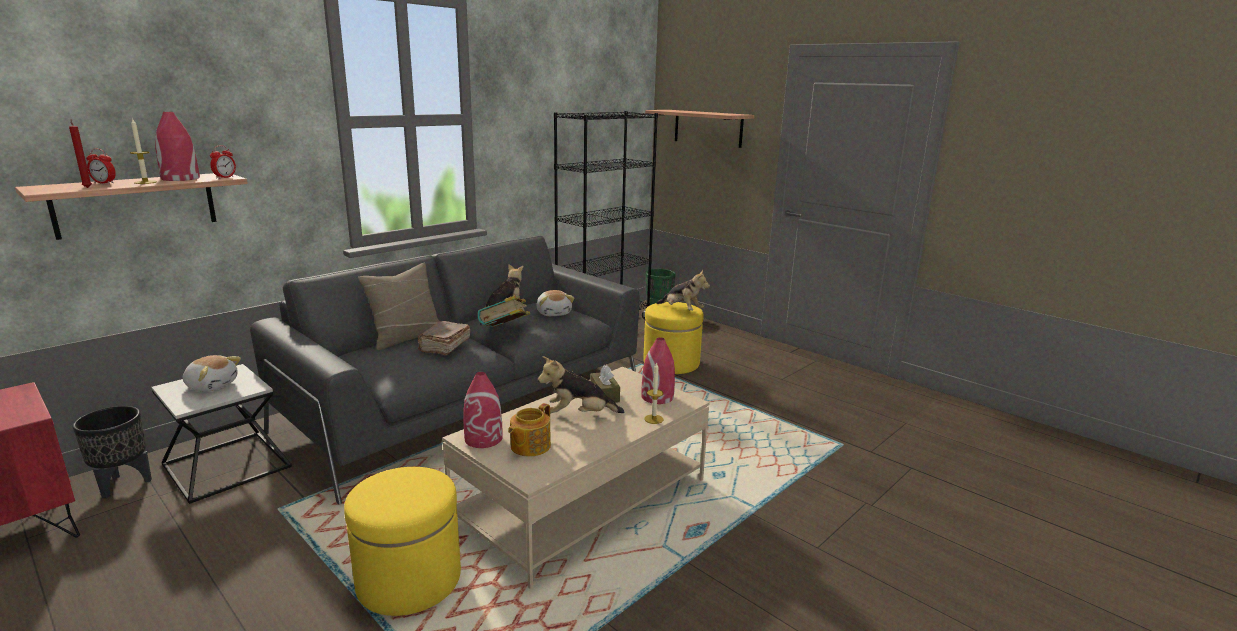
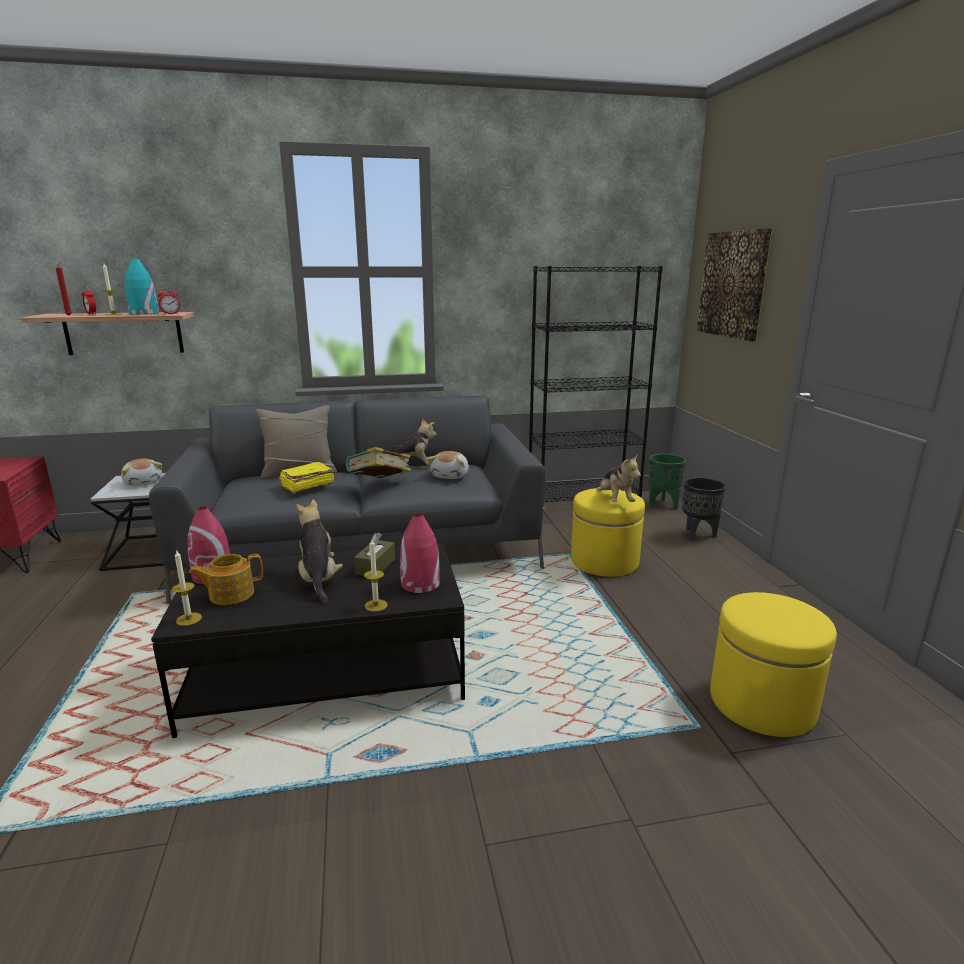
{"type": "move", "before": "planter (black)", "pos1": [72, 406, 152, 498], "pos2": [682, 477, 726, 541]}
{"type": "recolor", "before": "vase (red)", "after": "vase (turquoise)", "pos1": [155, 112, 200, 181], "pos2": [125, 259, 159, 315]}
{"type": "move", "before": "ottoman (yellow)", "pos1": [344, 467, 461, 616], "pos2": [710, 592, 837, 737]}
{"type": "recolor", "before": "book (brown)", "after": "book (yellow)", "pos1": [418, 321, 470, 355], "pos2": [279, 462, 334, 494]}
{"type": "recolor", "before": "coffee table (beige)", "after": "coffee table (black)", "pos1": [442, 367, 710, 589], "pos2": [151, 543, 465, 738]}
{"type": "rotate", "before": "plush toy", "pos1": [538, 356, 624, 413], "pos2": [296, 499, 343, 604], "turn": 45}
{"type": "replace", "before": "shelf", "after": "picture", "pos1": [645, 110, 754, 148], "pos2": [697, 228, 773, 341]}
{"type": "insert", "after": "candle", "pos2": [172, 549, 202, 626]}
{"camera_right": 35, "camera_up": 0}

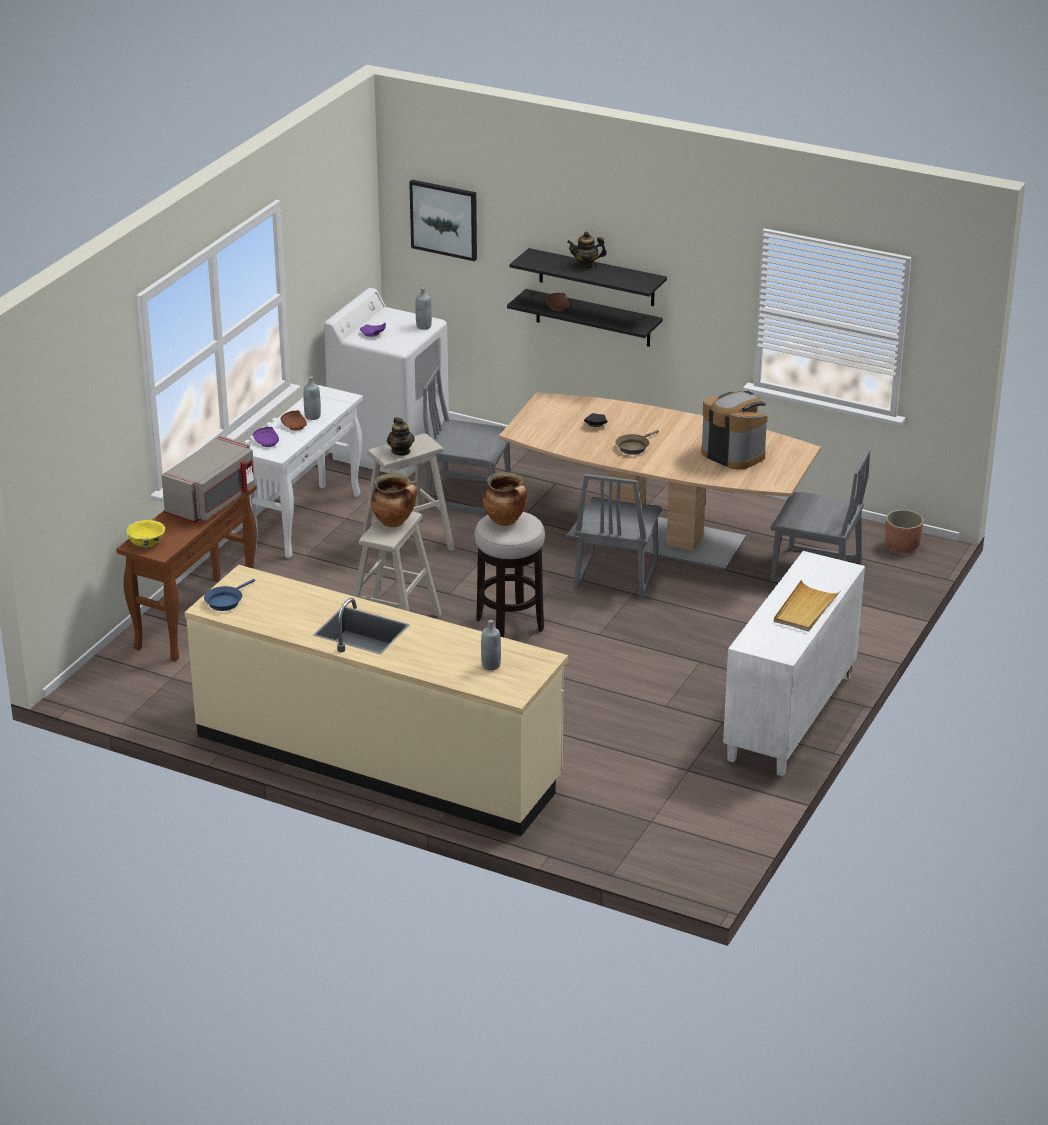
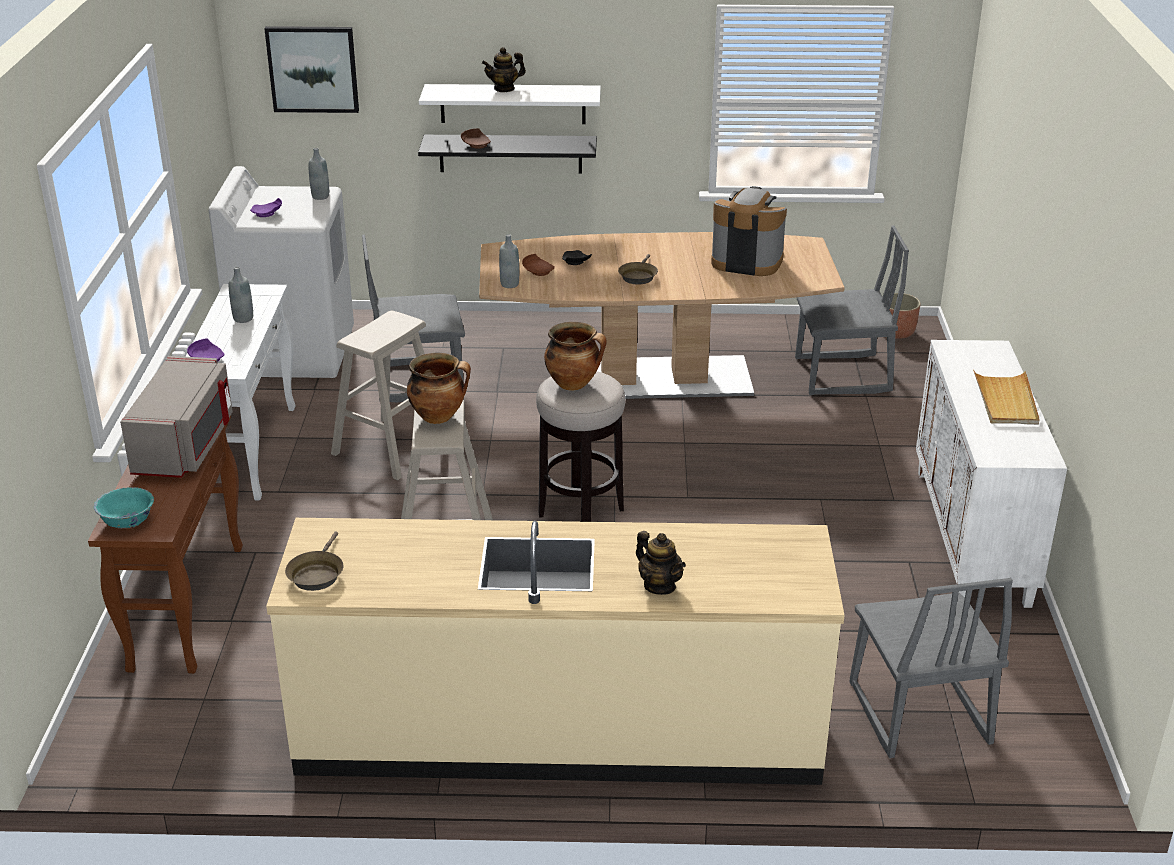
{"type": "recolor", "before": "bowl (yellow)", "after": "bowl (turquoise)", "pos1": [125, 520, 165, 548], "pos2": [94, 487, 154, 529]}
{"type": "recolor", "before": "frying pan (blue)", "after": "frying pan (brown)", "pos1": [204, 579, 255, 611], "pos2": [285, 531, 343, 591]}
{"type": "move", "before": "plate (brown)", "pos1": [280, 411, 307, 431], "pos2": [522, 254, 555, 276]}
{"type": "move", "before": "teapot", "pos1": [387, 417, 415, 456], "pos2": [636, 531, 686, 595]}
{"type": "move", "before": "bottle (grey)", "pos1": [481, 620, 501, 670], "pos2": [499, 234, 519, 288]}
{"type": "recolor", "before": "shelf (black)", "after": "shelf (white)", "pos1": [510, 248, 667, 306], "pos2": [419, 84, 601, 124]}
{"type": "move", "before": "chair (grey)", "pos1": [574, 474, 662, 599], "pos2": [850, 578, 1013, 758]}
{"camera_right": -25, "camera_up": 0}

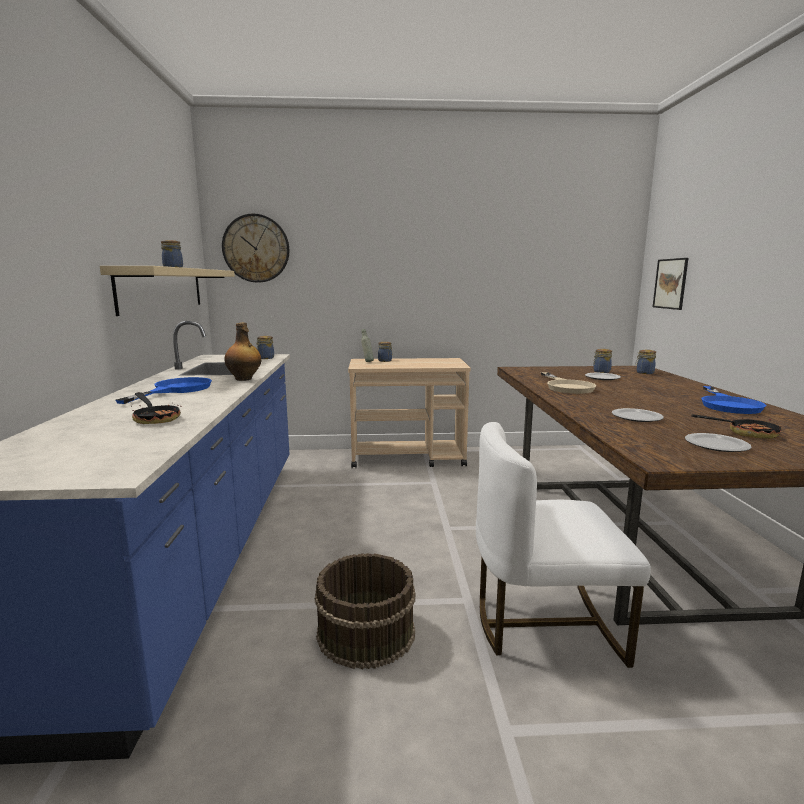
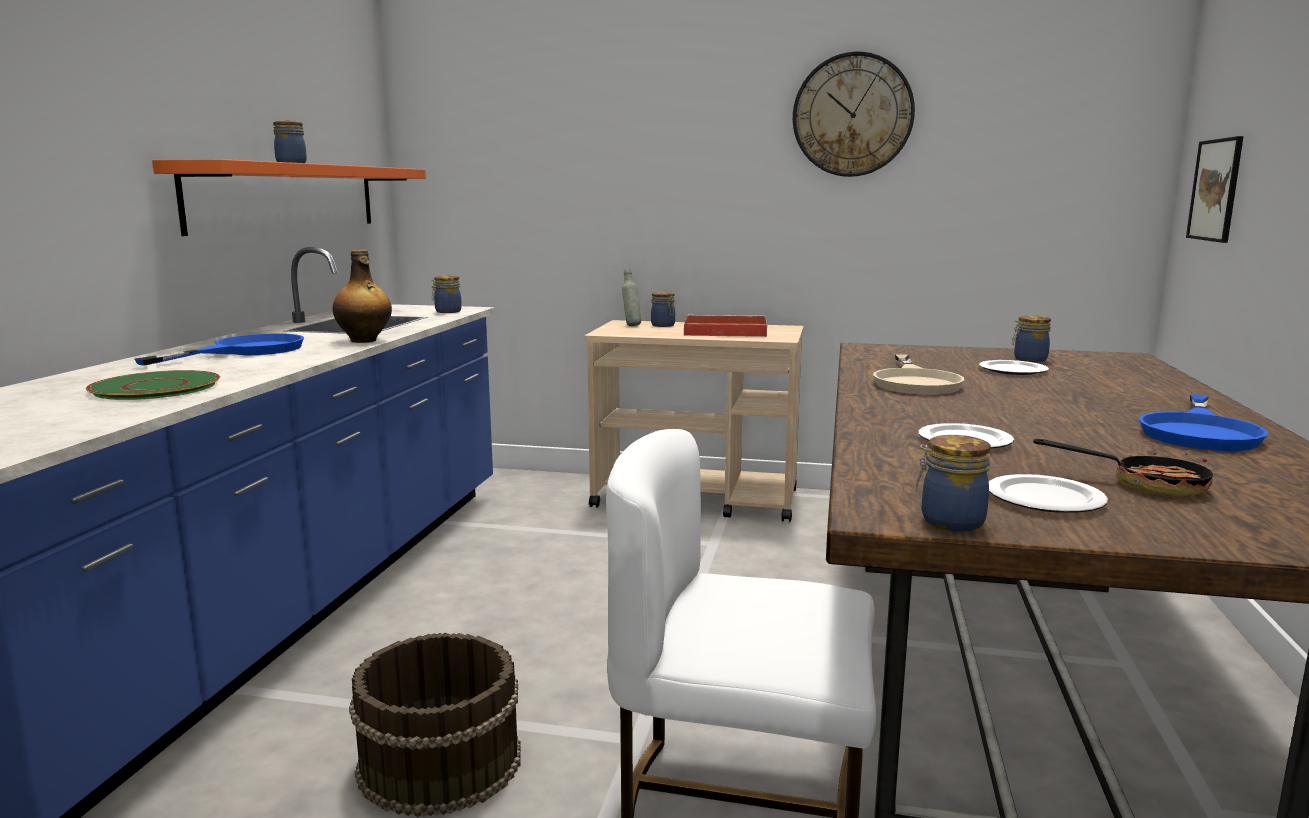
{"type": "recolor", "before": "shelf (beige)", "after": "shelf (orange)", "pos1": [100, 266, 235, 316], "pos2": [152, 159, 426, 236]}
{"type": "replace", "before": "frying pan", "after": "plate (green)", "pos1": [132, 392, 181, 424], "pos2": [86, 370, 220, 400]}
{"type": "move", "before": "wall clock", "pos1": [222, 214, 289, 283], "pos2": [793, 51, 915, 177]}
{"type": "move", "before": "jar", "pos1": [636, 350, 656, 374], "pos2": [916, 435, 991, 532]}
{"type": "insert", "after": "tray (red)", "pos2": [684, 315, 767, 337]}
{"camera_right": 15, "camera_up": 0}

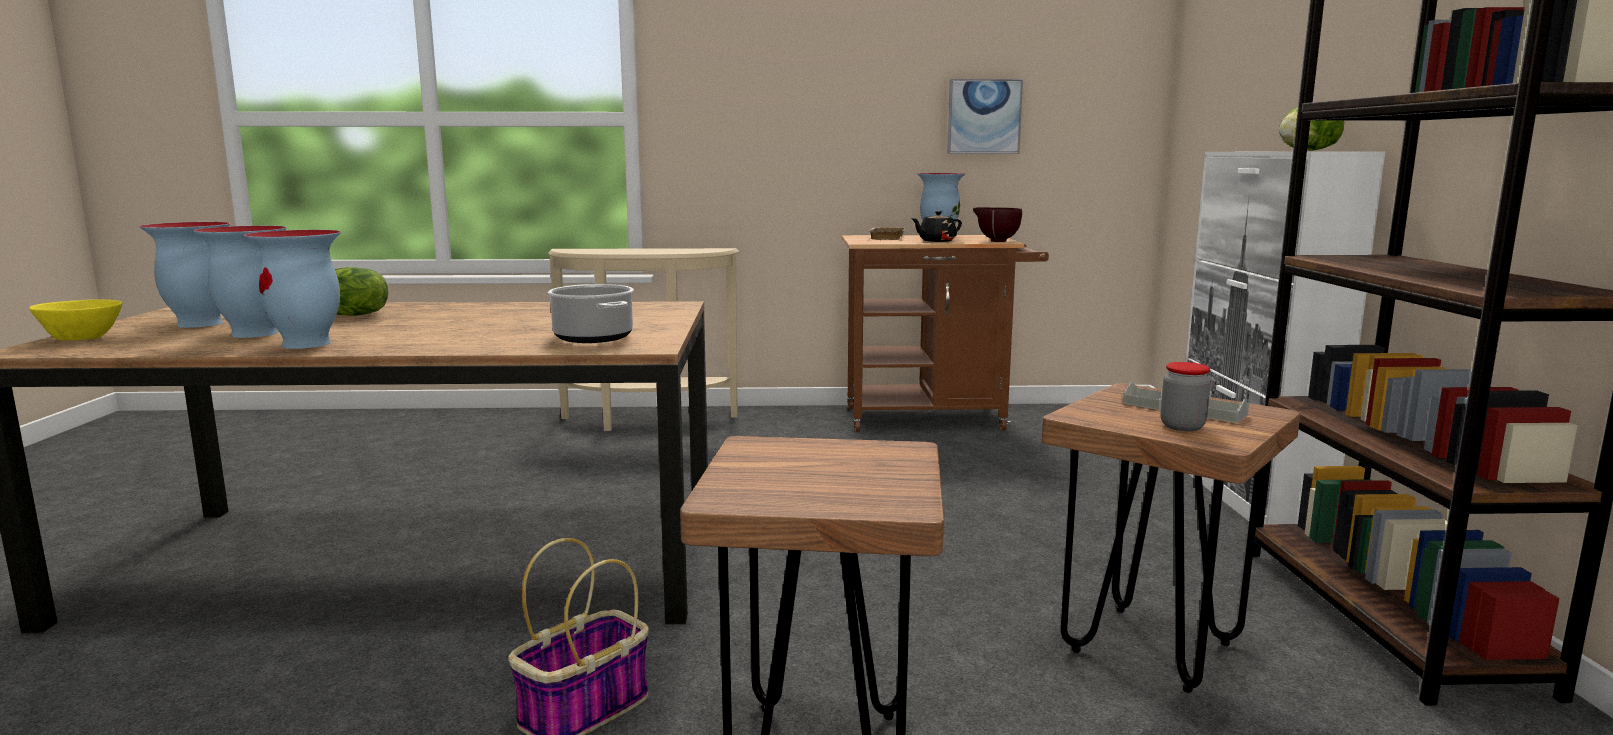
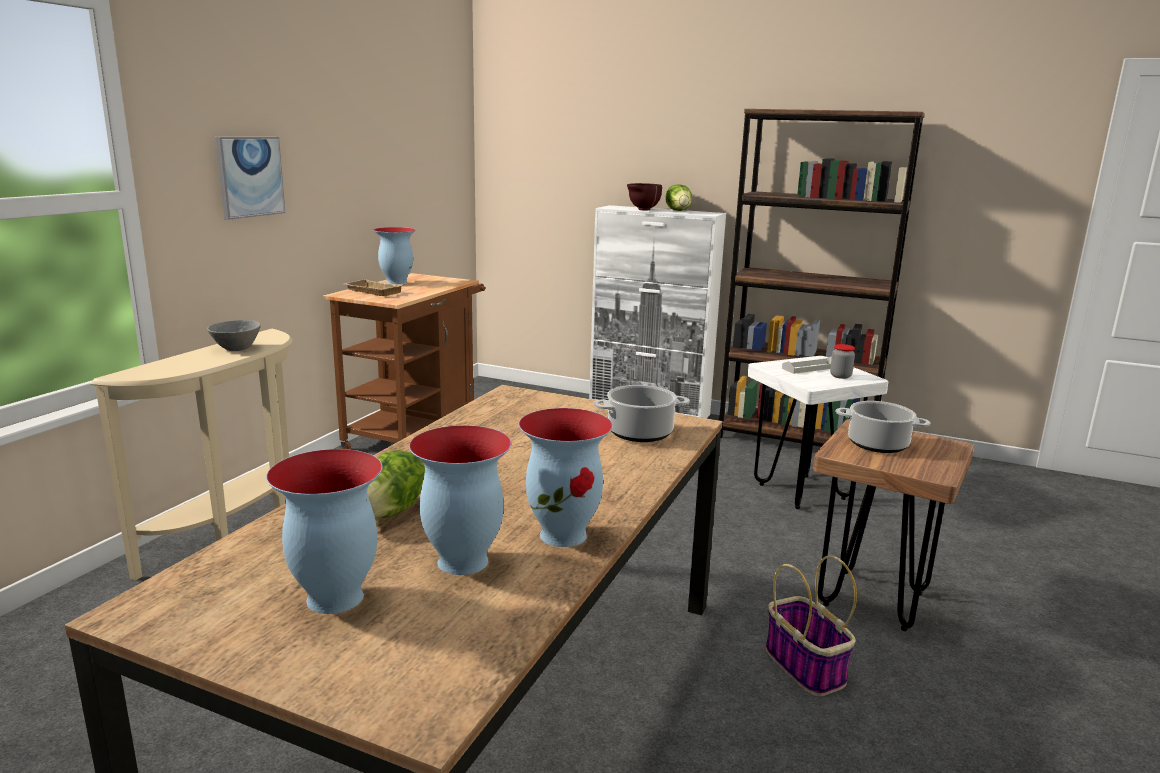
{"type": "delete", "before": "bowl (yellow)", "pos1": [29, 299, 122, 340]}
{"type": "delete", "before": "teapot (black)", "pos1": [911, 211, 962, 242]}
{"type": "move", "before": "picture", "pos1": [947, 79, 1023, 154], "pos2": [215, 137, 285, 220]}
{"type": "move", "before": "bowl (brown)", "pos1": [973, 207, 1022, 242], "pos2": [627, 183, 662, 210]}
{"type": "recolor", "before": "stool (brown)", "after": "stool (white)", "pos1": [1042, 383, 1300, 693], "pos2": [748, 356, 889, 509]}
{"type": "insert", "after": "bowl (grey)", "pos2": [207, 320, 261, 351]}
{"type": "insert", "after": "cooking pot", "pos2": [836, 401, 930, 453]}
{"camera_right": -65, "camera_up": 5}

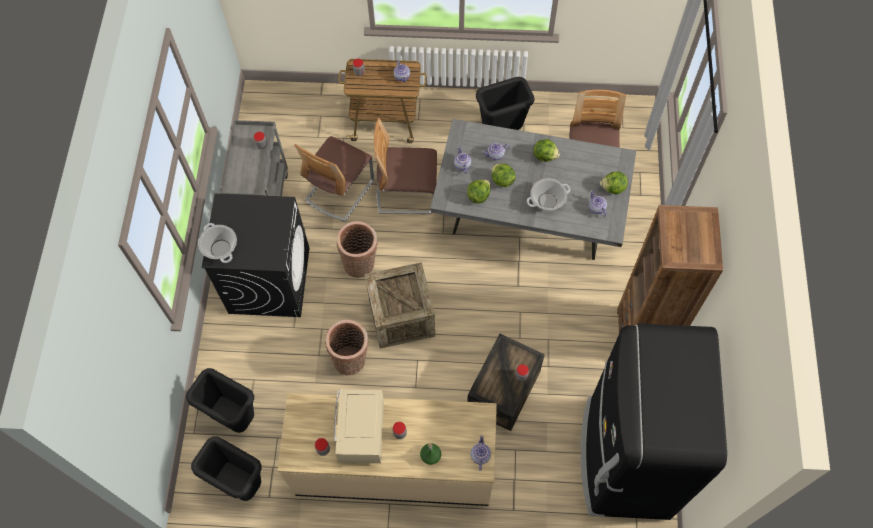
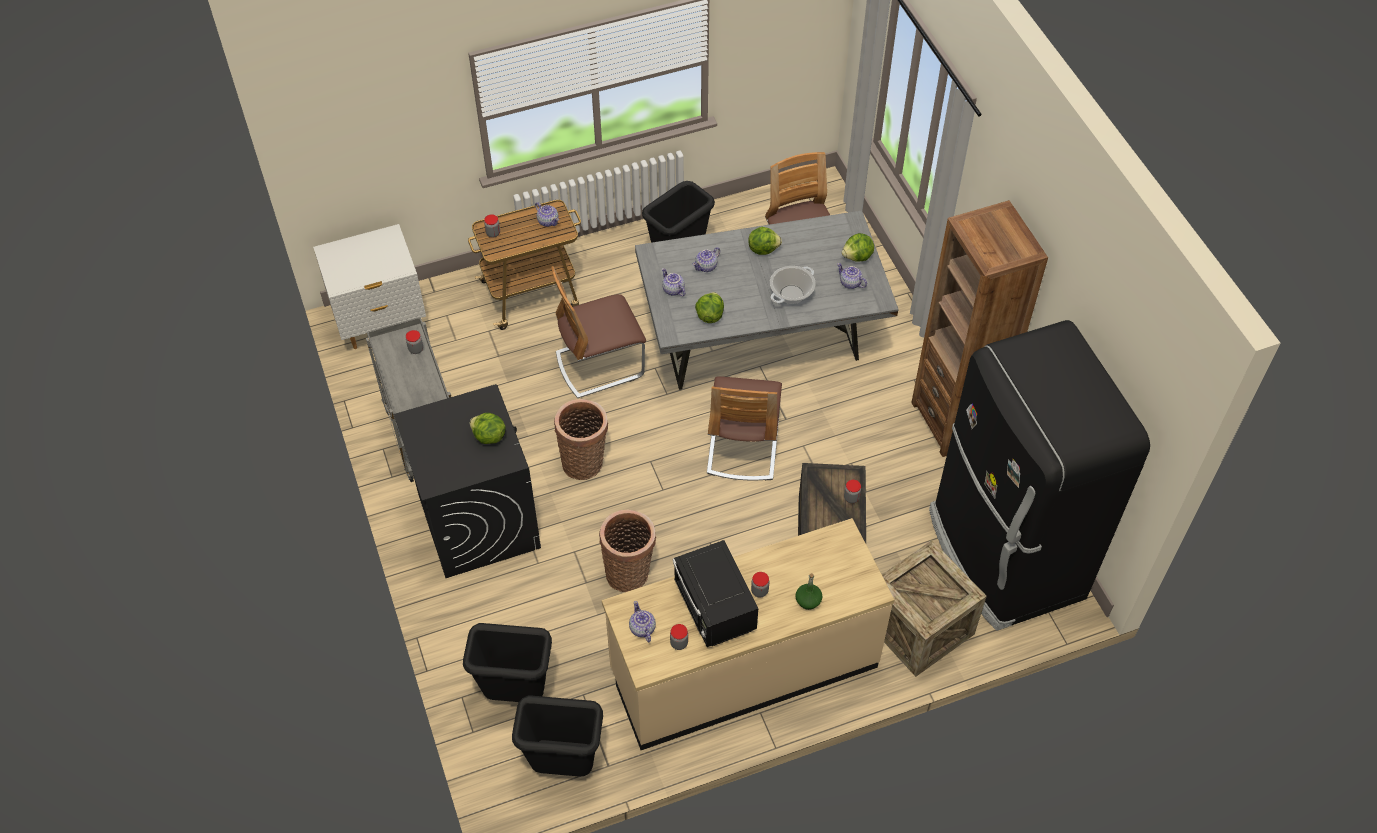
{"type": "delete", "before": "cooking pot", "pos1": [198, 223, 237, 263]}
{"type": "move", "before": "chair", "pos1": [294, 136, 374, 221], "pos2": [707, 376, 782, 481]}
{"type": "recolor", "before": "microwave (beige)", "after": "microwave (black)", "pos1": [334, 389, 384, 463], "pos2": [673, 540, 758, 647]}
{"type": "move", "before": "crate", "pos1": [364, 262, 435, 349], "pos2": [882, 540, 987, 677]}
{"type": "move", "before": "teapot", "pos1": [470, 435, 491, 471], "pos2": [629, 601, 656, 642]}
{"type": "move", "before": "lettuce", "pos1": [492, 164, 516, 187], "pos2": [470, 413, 506, 444]}
{"type": "insert", "after": "nightstand (white)", "pos2": [313, 224, 426, 349]}
{"camera_right": -25, "camera_up": -10}

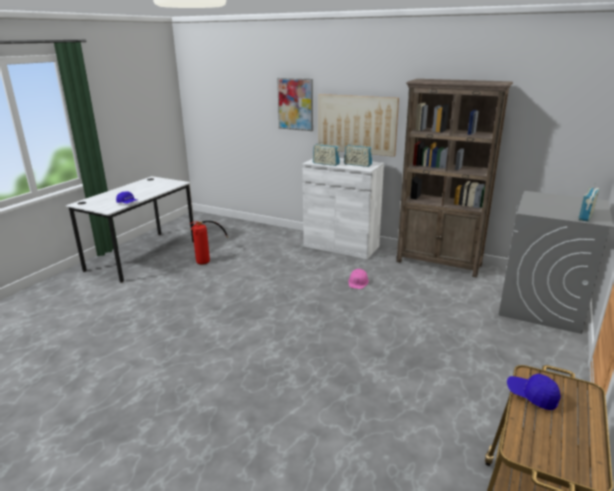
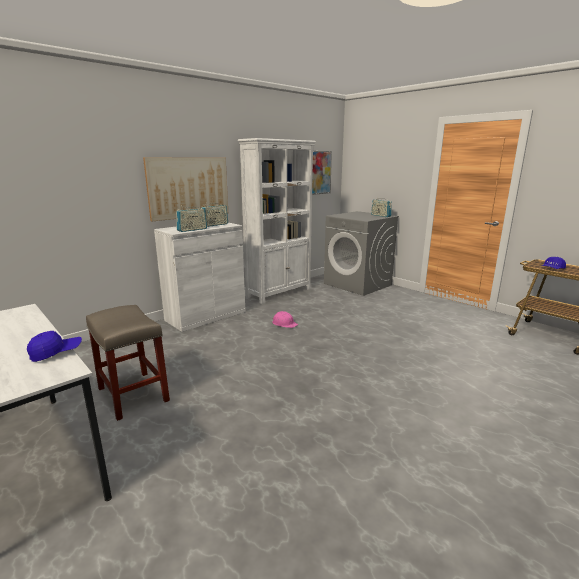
{"type": "replace", "before": "fire extinguisher", "after": "stool (beige)", "pos1": [190, 221, 228, 264], "pos2": [86, 305, 170, 421]}
{"type": "move", "before": "picture", "pos1": [277, 78, 313, 131], "pos2": [312, 151, 332, 195]}
{"type": "recolor", "before": "bookcase (brown)", "after": "bookcase (white)", "pos1": [396, 79, 513, 278], "pos2": [238, 138, 316, 304]}
{"camera_right": -70, "camera_up": -5}

